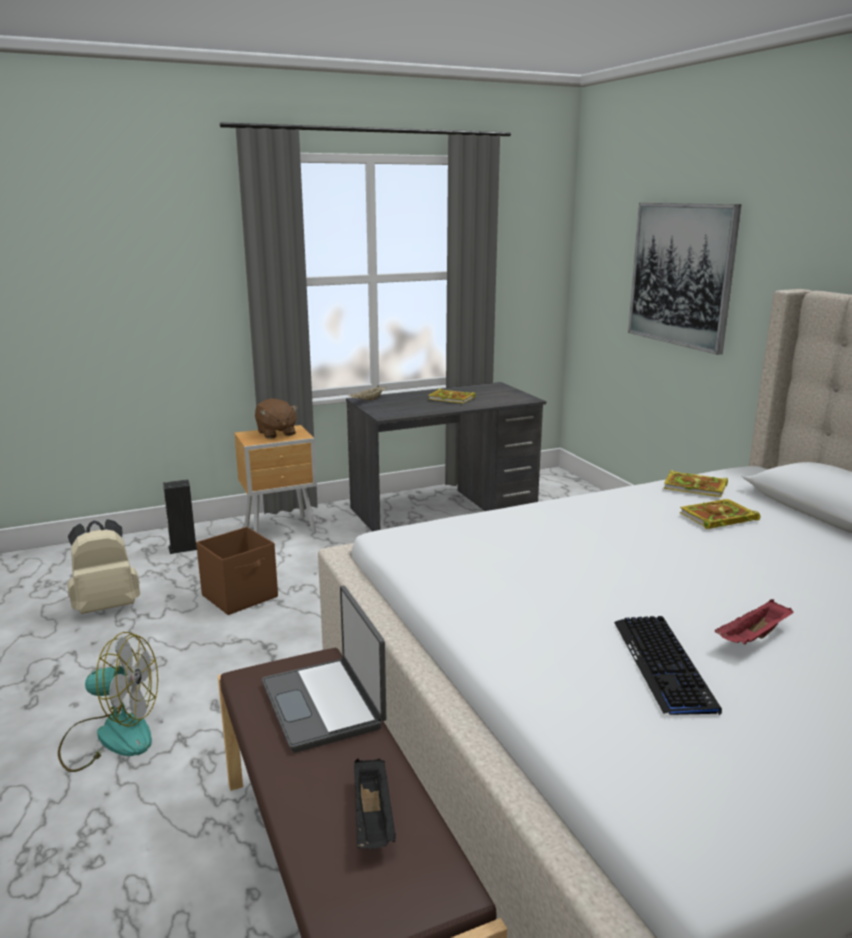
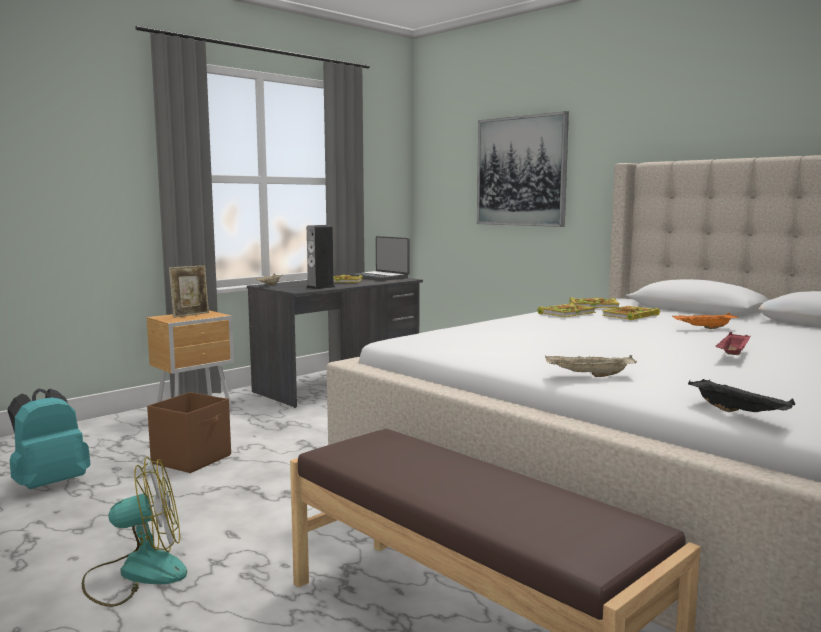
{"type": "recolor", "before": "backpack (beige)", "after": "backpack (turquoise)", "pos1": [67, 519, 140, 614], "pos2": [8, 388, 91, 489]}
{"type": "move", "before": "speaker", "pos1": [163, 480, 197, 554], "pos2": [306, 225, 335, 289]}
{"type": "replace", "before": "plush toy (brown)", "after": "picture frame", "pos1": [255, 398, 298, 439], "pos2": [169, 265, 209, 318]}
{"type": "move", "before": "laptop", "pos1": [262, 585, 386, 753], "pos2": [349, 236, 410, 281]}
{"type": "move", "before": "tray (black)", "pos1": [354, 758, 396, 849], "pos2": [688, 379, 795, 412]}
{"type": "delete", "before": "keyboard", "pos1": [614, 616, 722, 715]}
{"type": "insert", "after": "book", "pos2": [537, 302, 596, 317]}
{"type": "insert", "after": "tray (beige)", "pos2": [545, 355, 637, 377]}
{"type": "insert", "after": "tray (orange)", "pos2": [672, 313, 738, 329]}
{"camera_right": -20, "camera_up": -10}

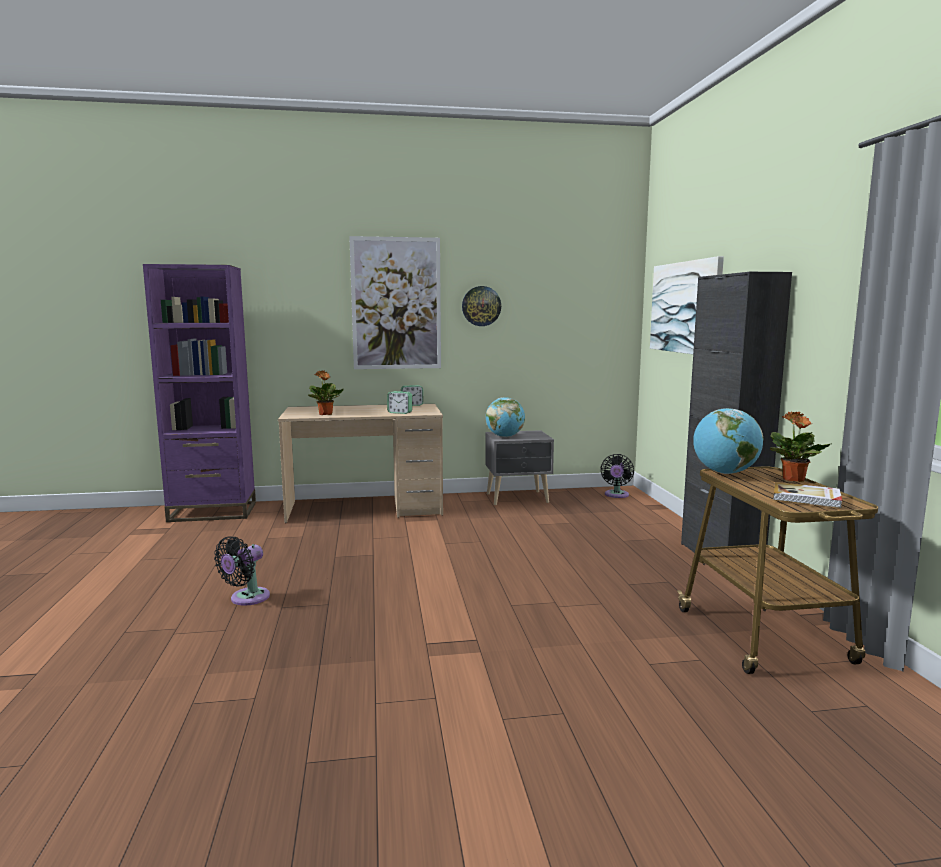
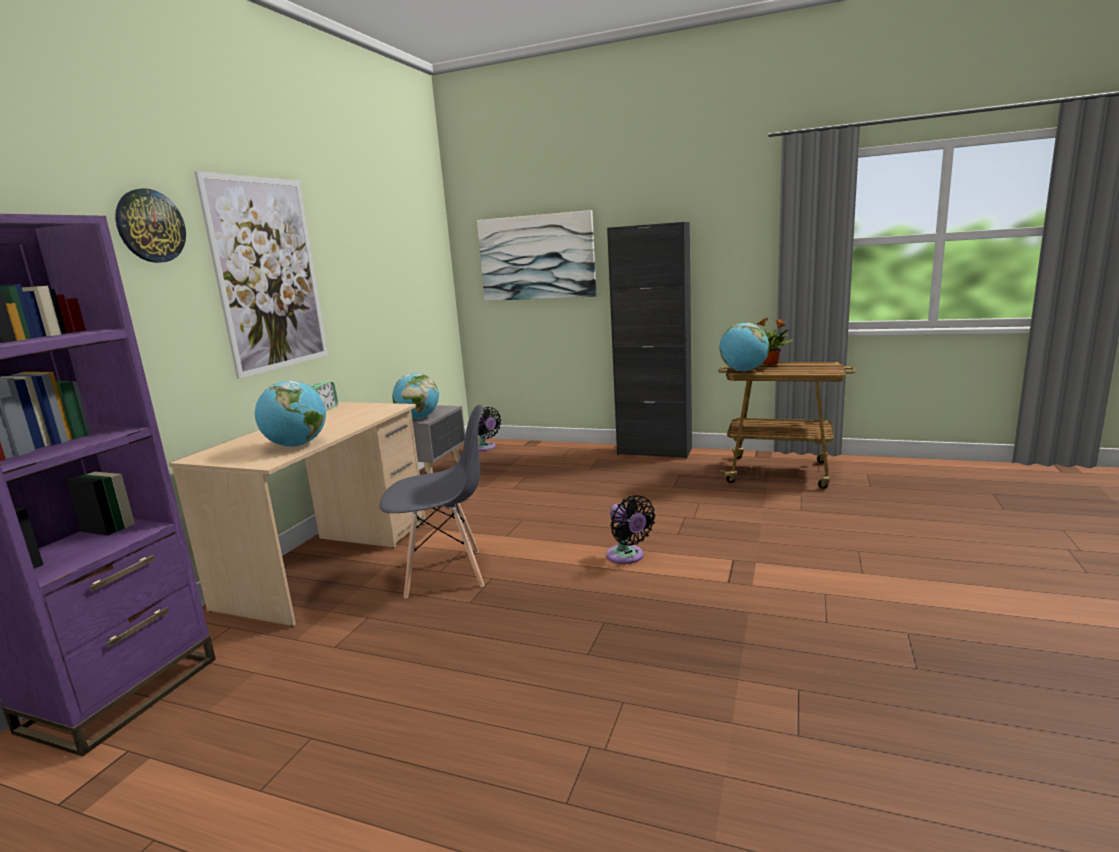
{"type": "move", "before": "fan (black)", "pos1": [214, 536, 270, 606], "pos2": [606, 495, 656, 564]}
{"type": "replace", "before": "potted plant", "after": "globe", "pos1": [308, 371, 344, 415], "pos2": [255, 381, 326, 447]}
{"type": "delete", "before": "alarm clock", "pos1": [387, 391, 412, 414]}
{"type": "move", "before": "wall clock", "pos1": [462, 286, 501, 326], "pos2": [115, 188, 186, 263]}
{"type": "delete", "before": "book", "pos1": [773, 482, 842, 508]}
{"type": "insert", "after": "chair (grey)", "pos2": [379, 405, 484, 598]}
{"camera_right": -60, "camera_up": 5}

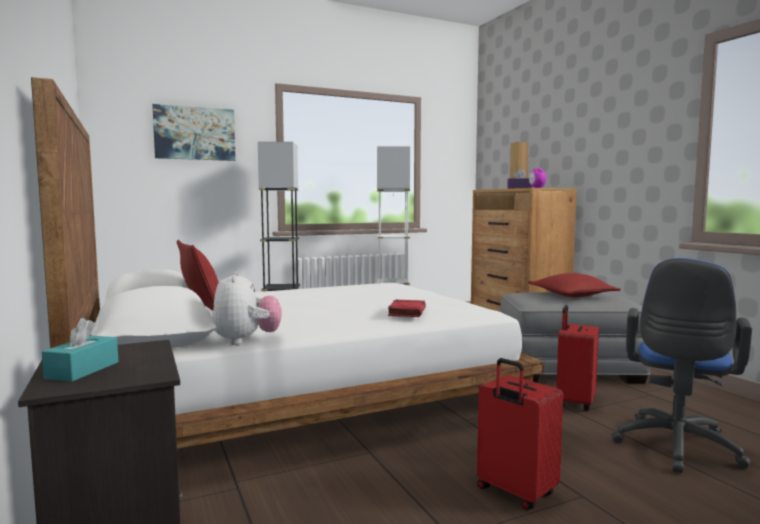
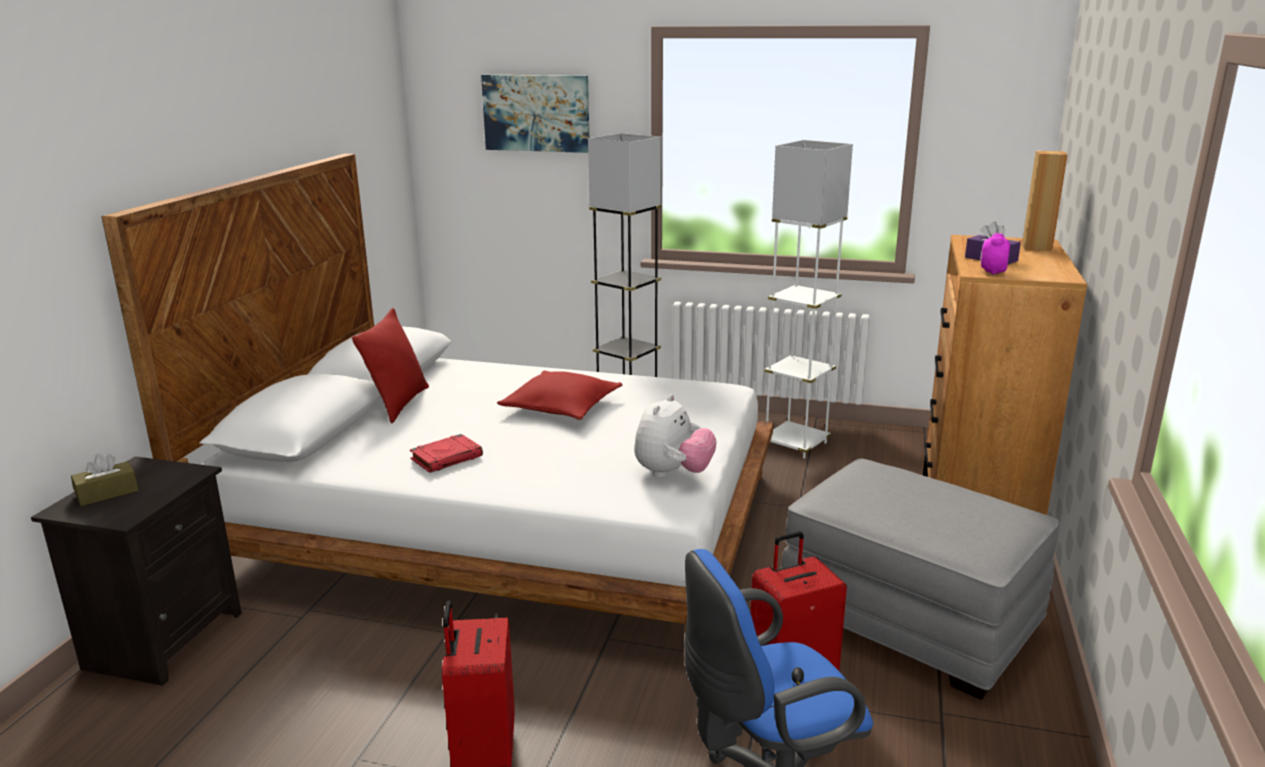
{"type": "recolor", "before": "tissue box (turquoise)", "after": "tissue box (brown)", "pos1": [42, 318, 118, 382], "pos2": [71, 453, 138, 506]}
{"type": "move", "before": "plush toy", "pos1": [212, 271, 282, 345], "pos2": [634, 394, 717, 478]}
{"type": "move", "before": "book (red)", "pos1": [388, 300, 426, 317], "pos2": [410, 434, 483, 473]}
{"type": "move", "before": "pillow (red)", "pos1": [528, 273, 621, 297], "pos2": [497, 371, 622, 420]}
{"camera_right": 40, "camera_up": 15}

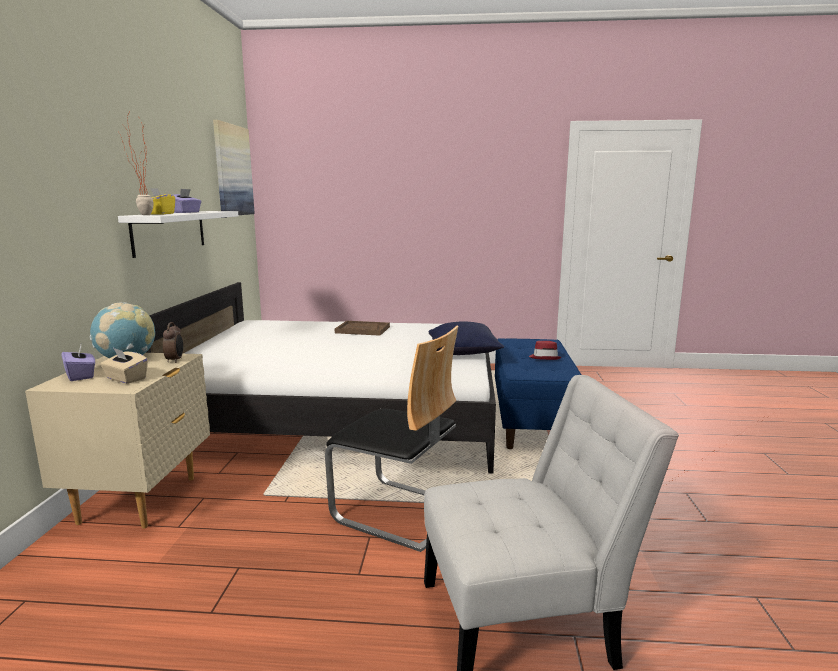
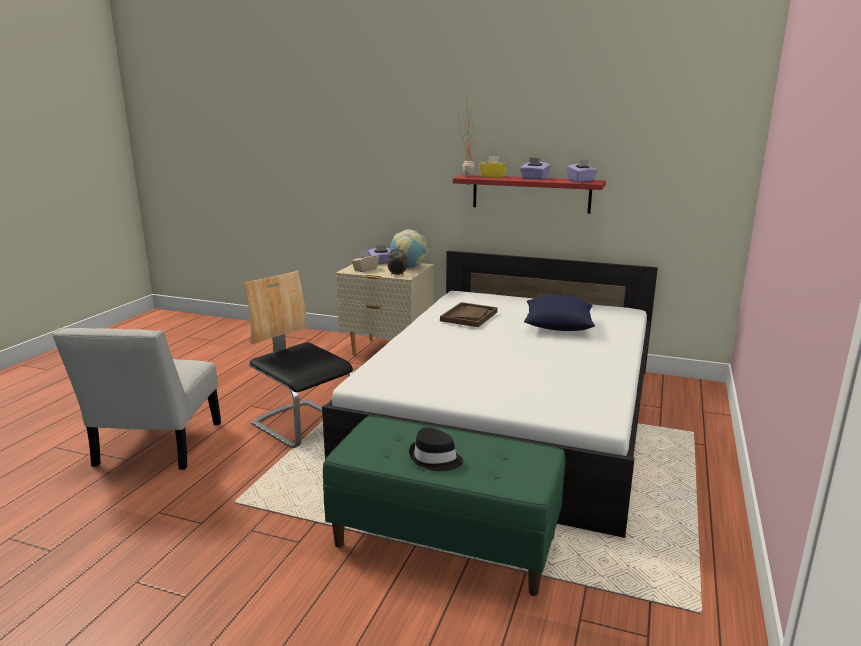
{"type": "recolor", "before": "shelf (white)", "after": "shelf (red)", "pos1": [118, 211, 238, 258], "pos2": [453, 175, 606, 214]}
{"type": "delete", "before": "picture", "pos1": [213, 120, 255, 215]}
{"type": "rotate", "before": "chair", "pos1": [325, 325, 458, 552], "pos2": [244, 271, 354, 448], "turn": 90}
{"type": "move", "before": "tray (brown)", "pos1": [335, 321, 390, 336], "pos2": [440, 302, 498, 327]}
{"type": "move", "before": "pillow (blue)", "pos1": [429, 321, 504, 355], "pos2": [524, 295, 595, 331]}
{"type": "recolor", "before": "bench (blue)", "after": "bench (green)", "pos1": [495, 338, 582, 449], "pos2": [323, 416, 565, 596]}
{"type": "recolor", "before": "hat (red)", "after": "hat (black)", "pos1": [529, 341, 561, 360], "pos2": [409, 427, 463, 471]}
{"type": "insert", "after": "tissue box (purple)", "pos2": [567, 159, 598, 182]}
{"camera_right": 105, "camera_up": 5}

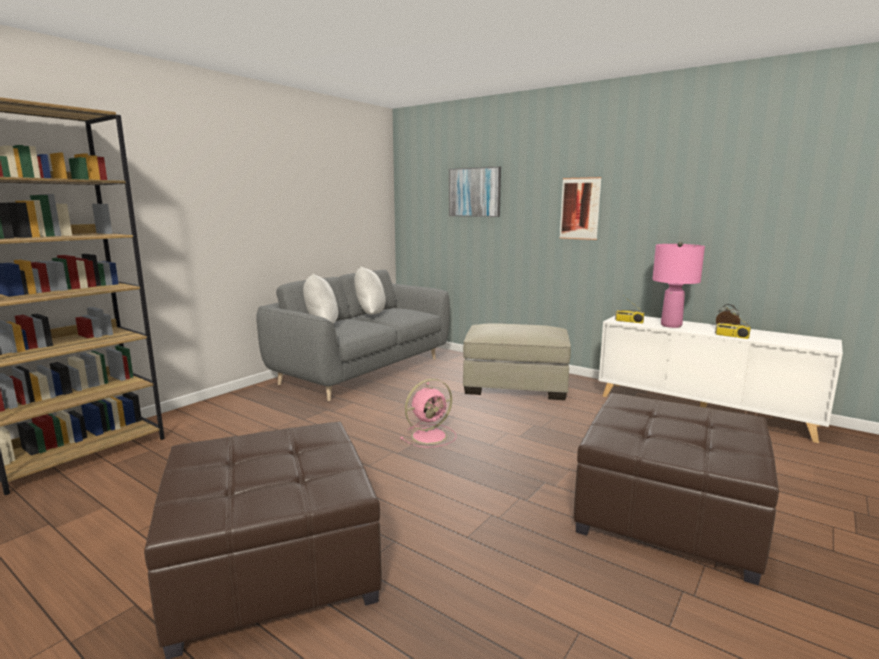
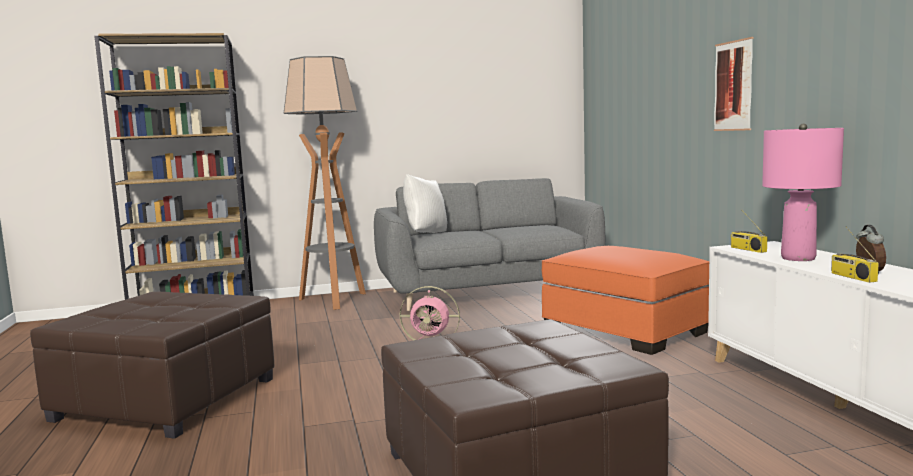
{"type": "delete", "before": "pillow (white)", "pos1": [354, 266, 386, 315]}
{"type": "delete", "before": "picture", "pos1": [449, 167, 501, 217]}
{"type": "recolor", "before": "ottoman (beige)", "after": "ottoman (orange)", "pos1": [463, 323, 571, 400], "pos2": [542, 246, 709, 355]}
{"type": "insert", "after": "floor lamp", "pos2": [283, 56, 366, 310]}
{"camera_right": 40, "camera_up": -5}

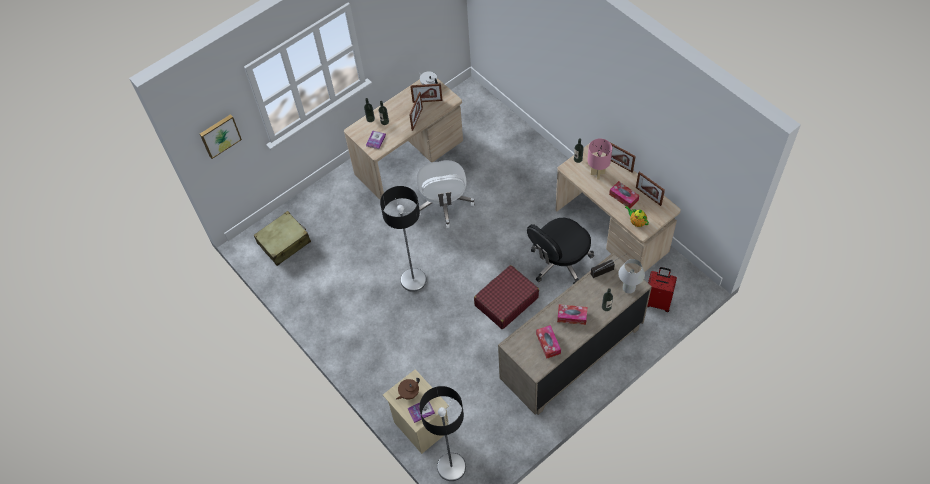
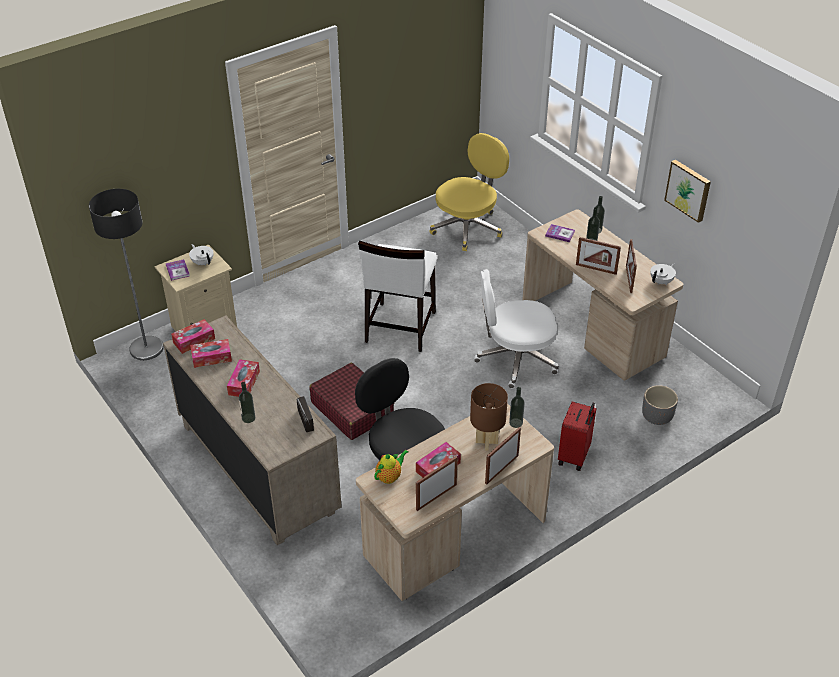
{"type": "move", "before": "picture", "pos1": [200, 114, 242, 159], "pos2": [664, 160, 711, 223]}
{"type": "replace", "before": "suitcase (beige)", "after": "office chair (yellow)", "pos1": [254, 211, 311, 266], "pos2": [429, 133, 509, 251]}
{"type": "replace", "before": "floor lamp", "after": "chair (white)", "pos1": [380, 186, 426, 292], "pos2": [358, 240, 437, 352]}
{"type": "recolor", "before": "teapot (brown)", "after": "teapot (white)", "pos1": [396, 378, 420, 400], "pos2": [189, 244, 214, 266]}
{"type": "recolor", "before": "table lamp (pink)", "after": "table lamp (brown)", "pos1": [587, 138, 612, 180], "pos2": [470, 383, 508, 451]}
{"type": "delete", "before": "table lamp (white)", "pos1": [618, 259, 645, 294]}
{"type": "move", "before": "suitcase (red)", "pos1": [647, 267, 677, 312], "pos2": [558, 401, 597, 471]}
{"type": "insert", "after": "tissue box", "pos2": [171, 319, 215, 354]}
{"type": "insert", "after": "planter (grey)", "pos2": [642, 385, 678, 425]}
{"camera_right": 90, "camera_up": -15}

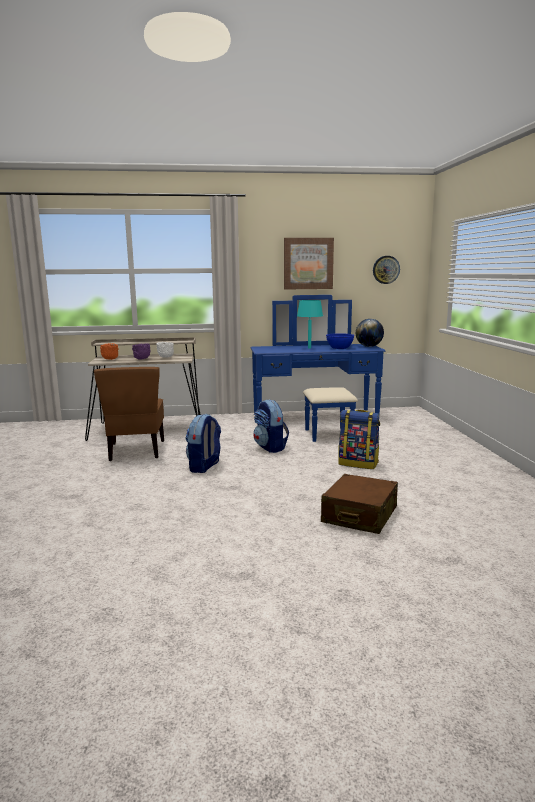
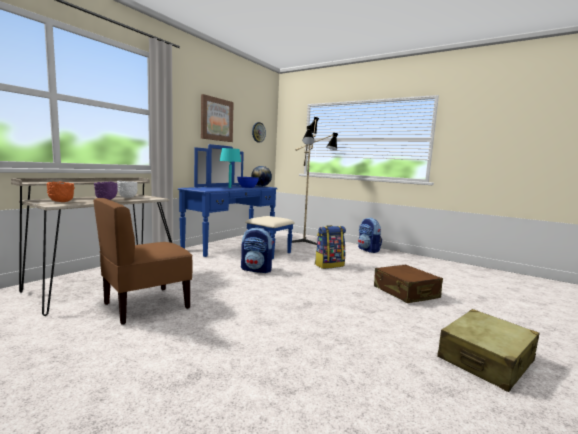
{"type": "rotate", "before": "chair (brown)", "pos1": [94, 367, 164, 461], "pos2": [93, 198, 193, 325], "turn": 105}
{"type": "move", "before": "backpack", "pos1": [185, 413, 221, 473], "pos2": [358, 218, 382, 253]}
{"type": "insert", "after": "floor lamp", "pos2": [292, 117, 338, 245]}
{"type": "insert", "after": "suitcase (beige)", "pos2": [437, 309, 540, 392]}
{"camera_right": -50, "camera_up": -5}

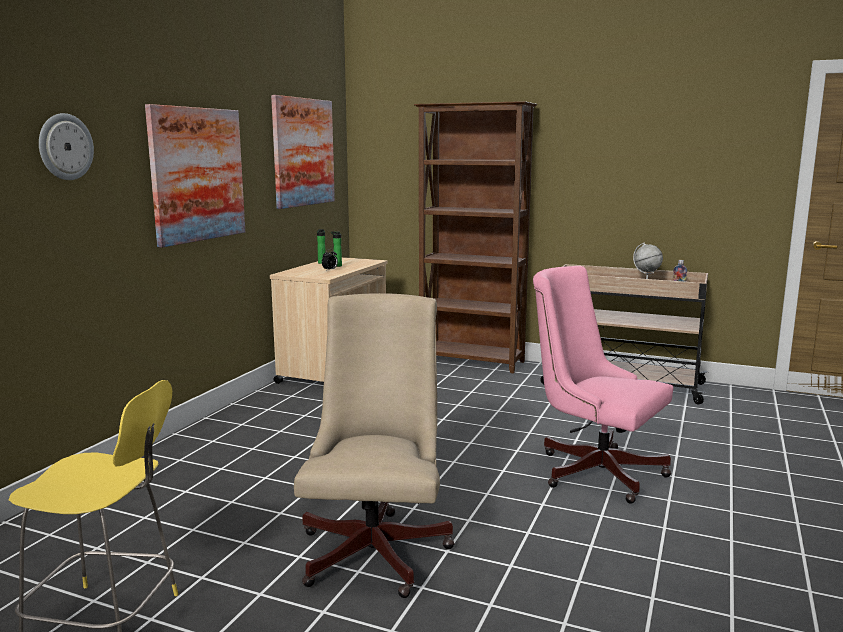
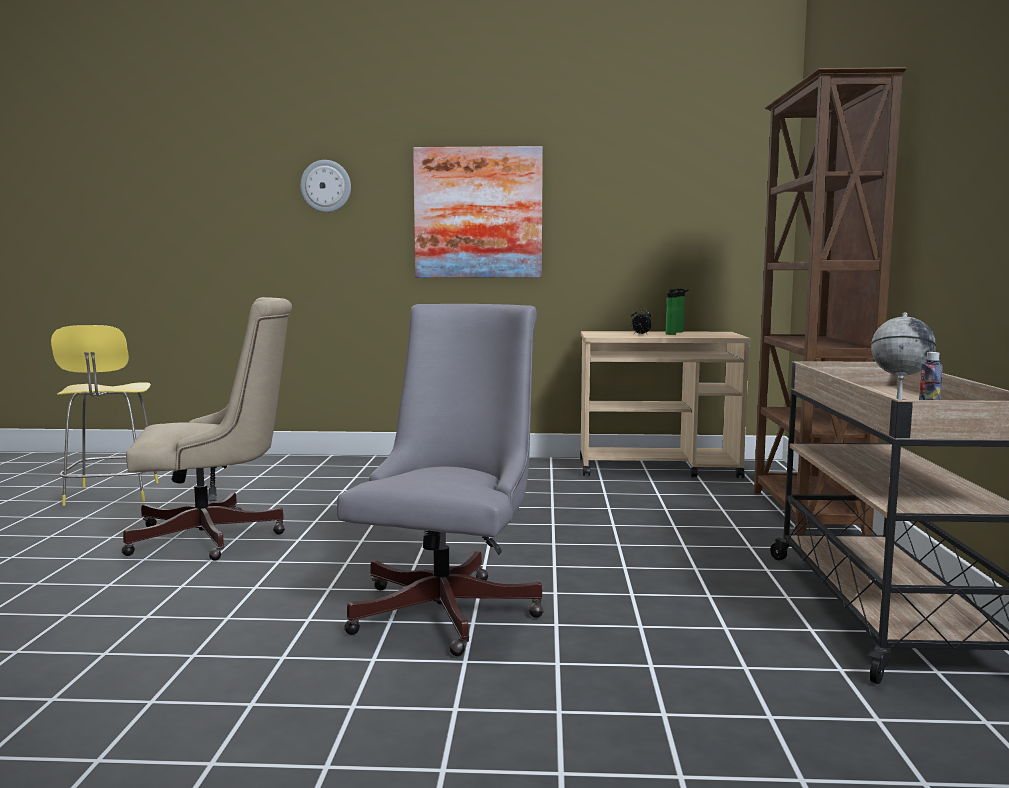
{"type": "delete", "before": "picture", "pos1": [271, 95, 335, 209]}
{"type": "recolor", "before": "office chair (pink)", "after": "office chair (grey)", "pos1": [533, 266, 673, 504], "pos2": [337, 304, 544, 656]}
{"camera_right": 70, "camera_up": -5}

